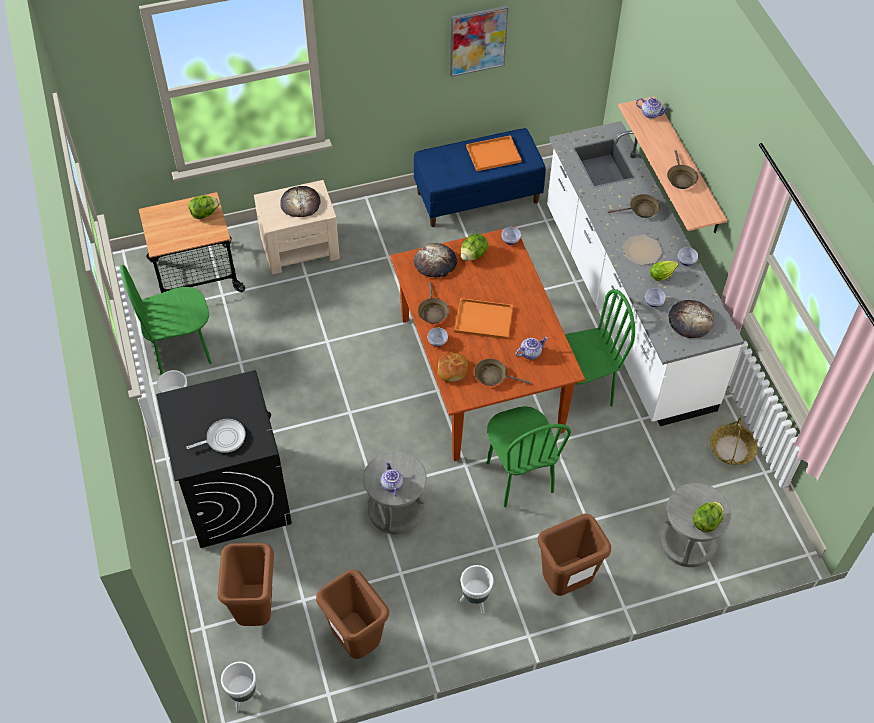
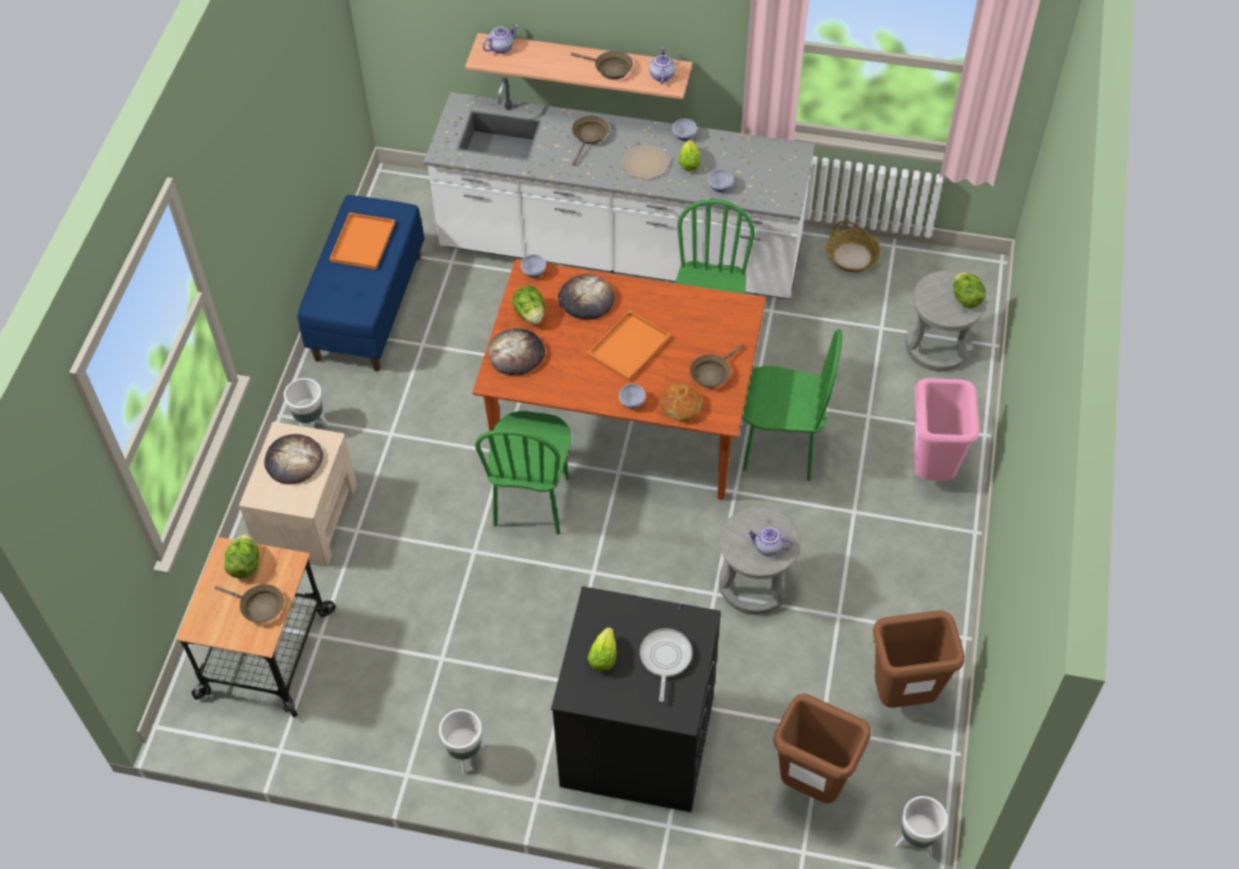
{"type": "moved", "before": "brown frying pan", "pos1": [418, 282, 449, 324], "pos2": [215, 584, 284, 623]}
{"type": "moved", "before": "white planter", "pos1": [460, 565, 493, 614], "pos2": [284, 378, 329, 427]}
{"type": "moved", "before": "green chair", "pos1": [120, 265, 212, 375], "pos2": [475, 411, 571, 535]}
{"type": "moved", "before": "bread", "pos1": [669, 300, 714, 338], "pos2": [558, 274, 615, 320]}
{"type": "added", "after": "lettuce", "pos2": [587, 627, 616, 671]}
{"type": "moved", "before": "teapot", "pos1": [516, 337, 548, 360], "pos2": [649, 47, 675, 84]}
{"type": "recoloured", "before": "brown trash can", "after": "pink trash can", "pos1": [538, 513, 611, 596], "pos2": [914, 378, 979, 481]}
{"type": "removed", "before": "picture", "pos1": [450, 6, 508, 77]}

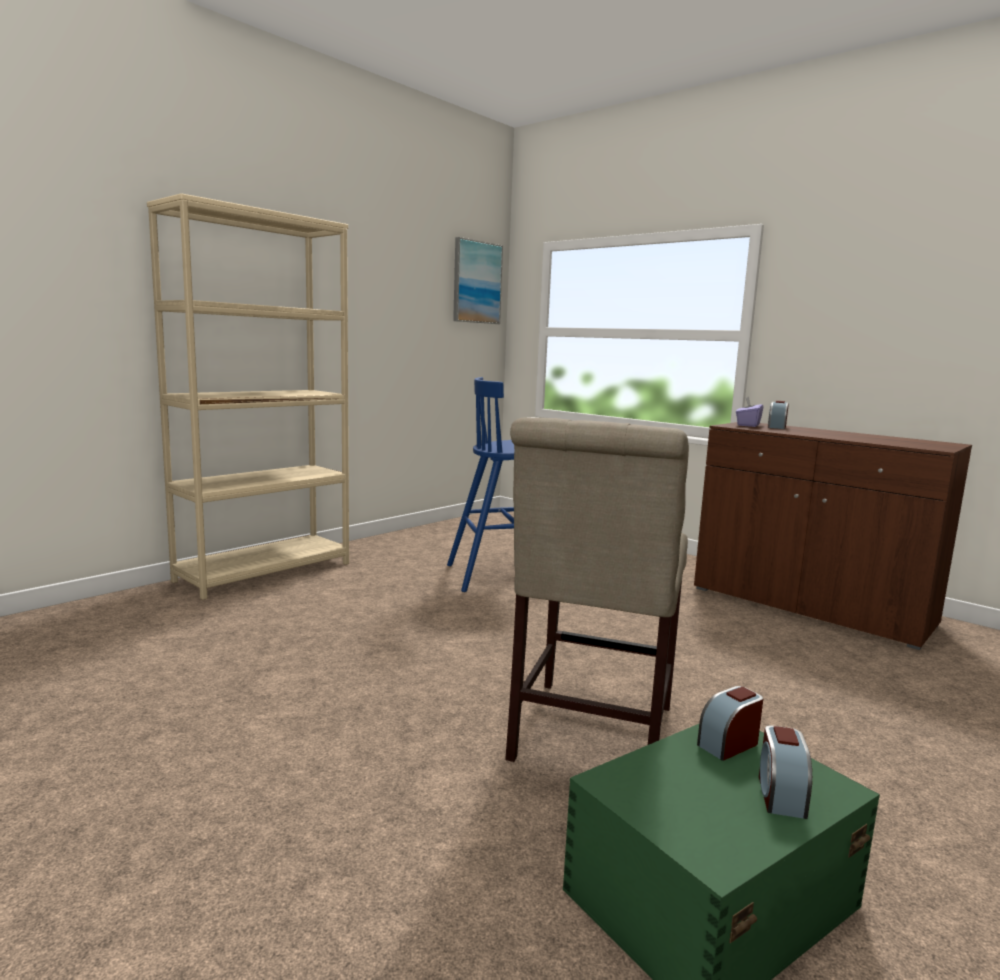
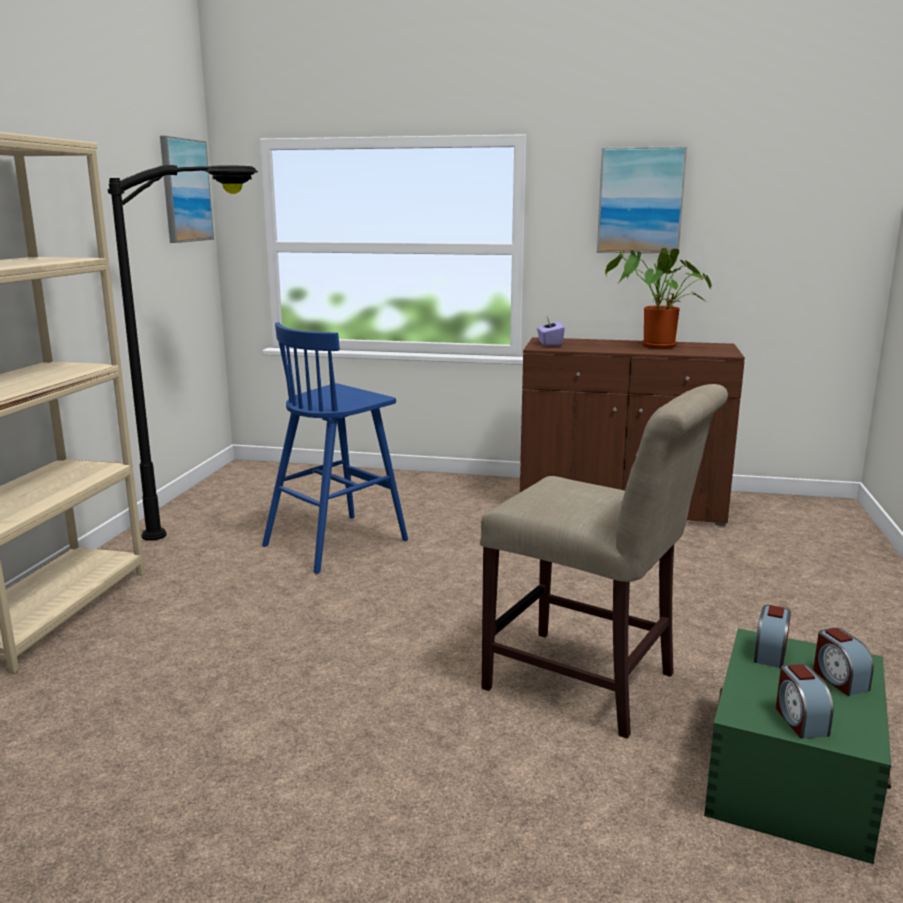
{"type": "added", "after": "black floor lamp", "pos2": [108, 165, 258, 541]}
{"type": "turned", "before": "beige chair", "pos1": [505, 417, 689, 762], "pos2": [480, 384, 728, 739], "turn": -45}
{"type": "added", "after": "picture", "pos2": [597, 146, 687, 253]}
{"type": "added", "after": "potted plant", "pos2": [605, 248, 712, 349]}
{"type": "moved", "before": "alarm clock", "pos1": [768, 401, 789, 429], "pos2": [776, 664, 834, 739]}

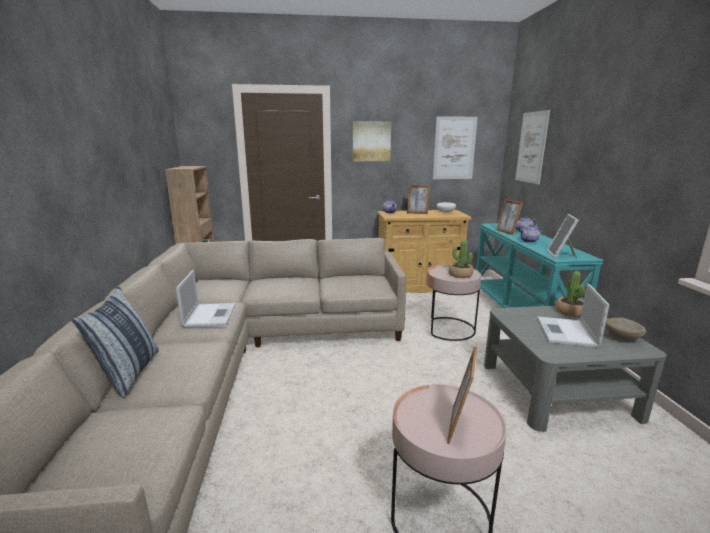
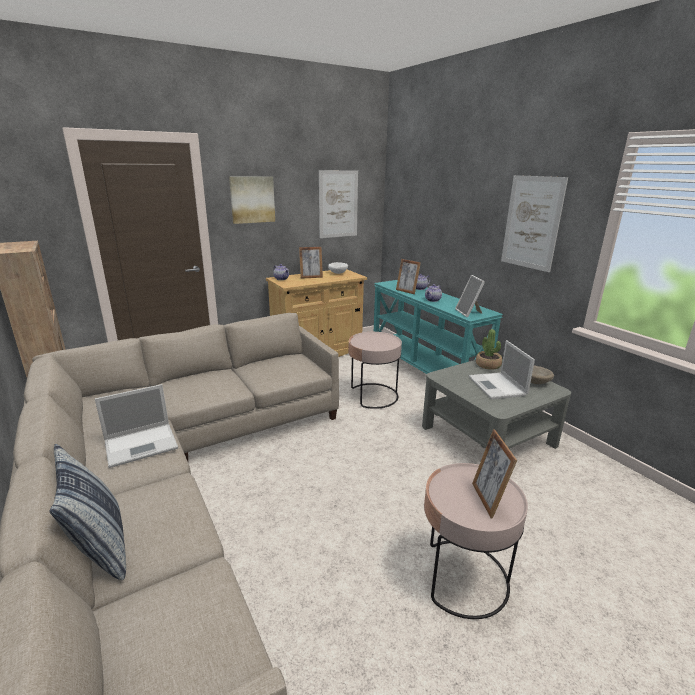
{"type": "turned", "before": "laptop", "pos1": [176, 270, 236, 328], "pos2": [95, 384, 178, 468], "turn": 90}
{"type": "moved", "before": "picture", "pos1": [515, 110, 550, 184], "pos2": [501, 175, 568, 272]}
{"type": "removed", "before": "potted plant", "pos1": [449, 240, 473, 278]}

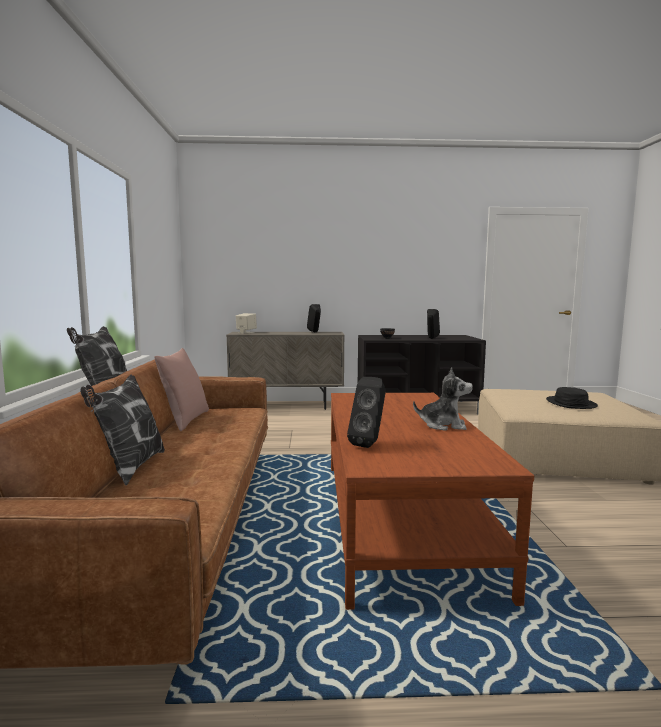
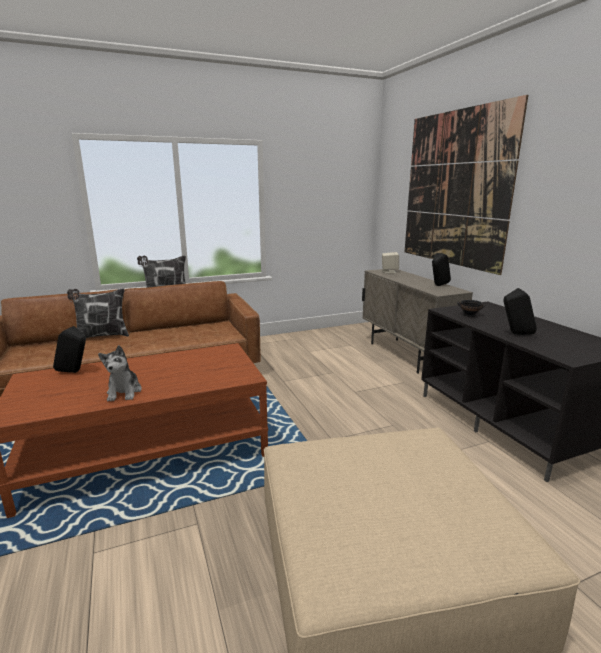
{"type": "added", "after": "picture", "pos2": [405, 95, 528, 275]}
{"type": "removed", "before": "pink pillow", "pos1": [154, 348, 209, 431]}
{"type": "removed", "before": "black hat", "pos1": [546, 387, 598, 409]}

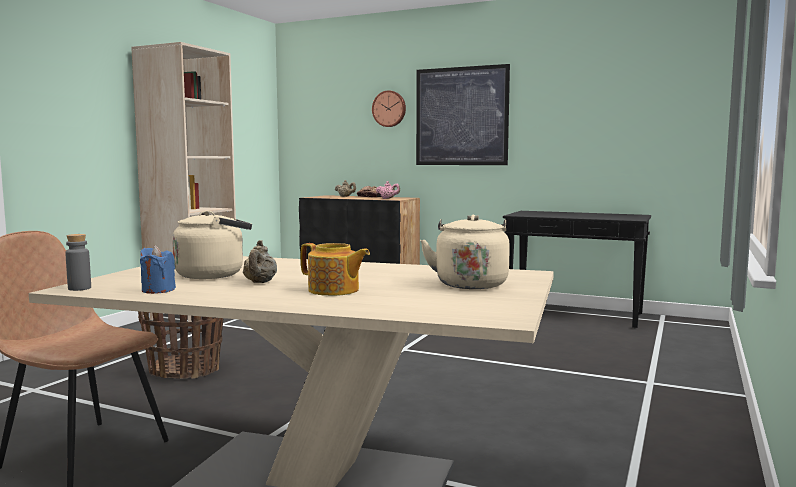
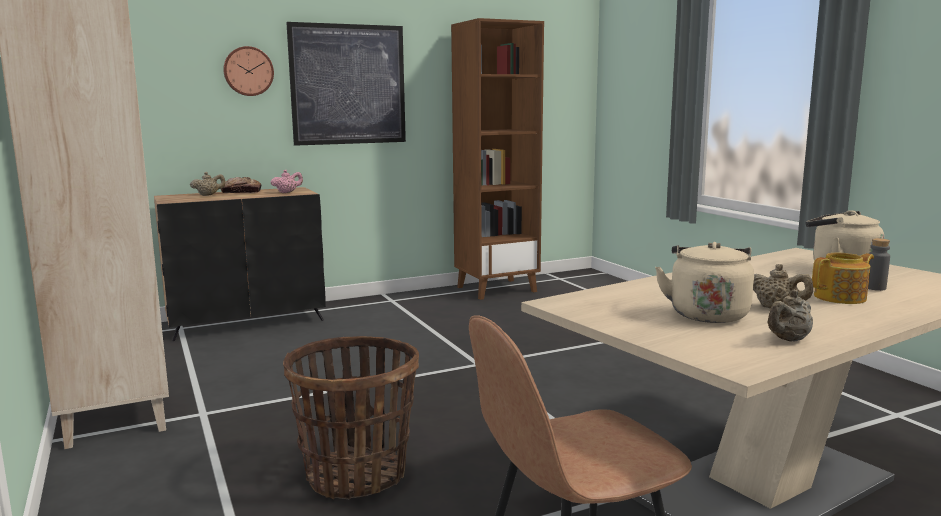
{"type": "replaced", "before": "black console table", "after": "brown bookcase", "pos1": [503, 211, 651, 328], "pos2": [451, 18, 544, 300]}
{"type": "replaced", "before": "blue candle", "after": "beige teapot", "pos1": [140, 245, 176, 294], "pos2": [768, 290, 813, 342]}
{"type": "moved", "before": "grey bottle", "pos1": [65, 234, 91, 291], "pos2": [868, 238, 890, 291]}

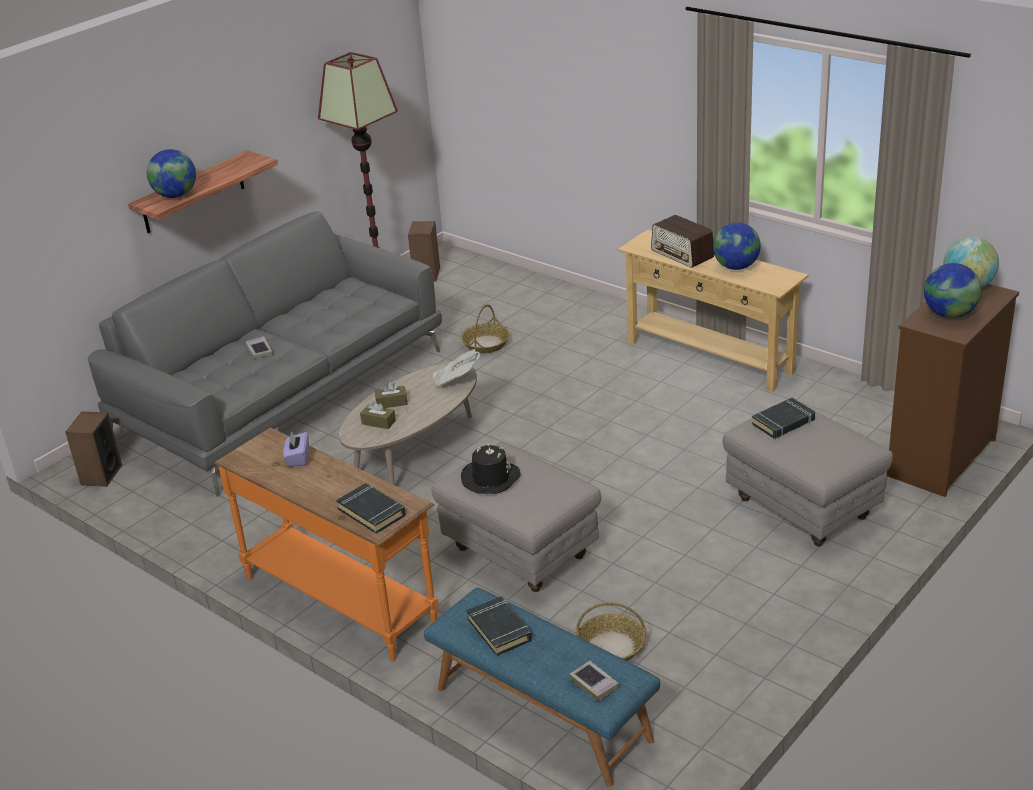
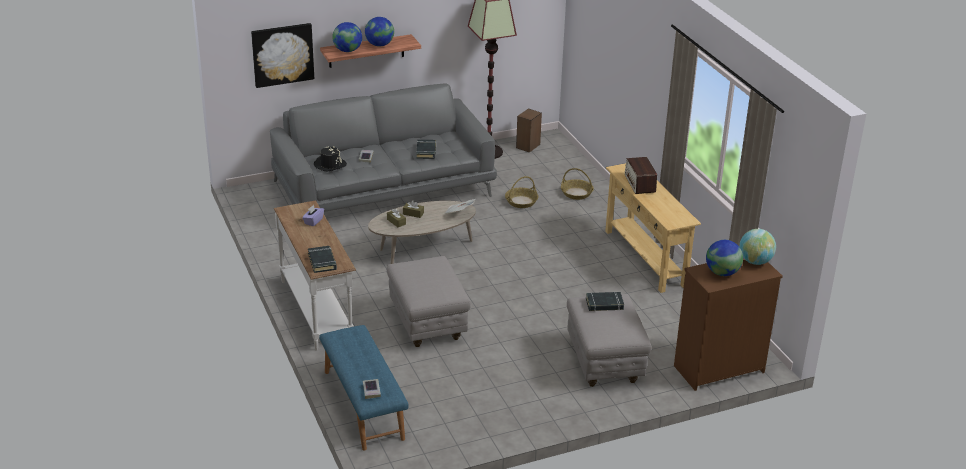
{"type": "added", "after": "picture", "pos2": [251, 23, 314, 88]}
{"type": "recoloured", "before": "orange console table", "after": "white console table", "pos1": [214, 428, 438, 661], "pos2": [274, 200, 356, 351]}
{"type": "moved", "before": "black hat", "pos1": [461, 444, 521, 494], "pos2": [314, 146, 347, 171]}
{"type": "moved", "before": "globe", "pos1": [713, 223, 761, 270], "pos2": [365, 17, 394, 47]}
{"type": "moved", "before": "black book", "pos1": [467, 597, 532, 656], "pos2": [416, 140, 436, 159]}
{"type": "moved", "before": "basket", "pos1": [576, 602, 645, 661], "pos2": [561, 168, 594, 200]}
{"type": "removed", "before": "speaker", "pos1": [65, 411, 122, 487]}

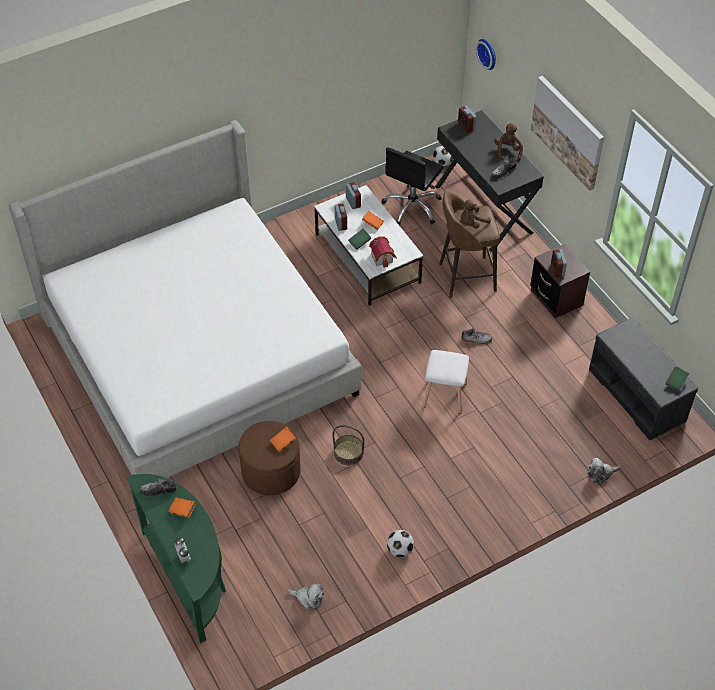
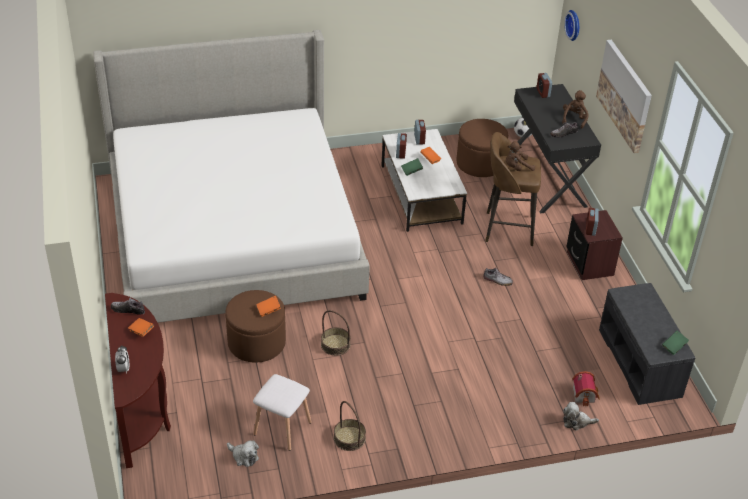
{"type": "recoloured", "before": "green console table", "after": "brown console table", "pos1": [127, 474, 226, 643], "pos2": [105, 293, 171, 468]}
{"type": "moved", "before": "white stool", "pos1": [423, 350, 469, 414], "pos2": [253, 374, 312, 451]}
{"type": "replaced", "before": "football", "after": "basket", "pos1": [387, 530, 414, 558], "pos2": [334, 401, 366, 451]}
{"type": "replaced", "before": "black office chair", "after": "brown ottoman", "pos1": [382, 147, 444, 226], "pos2": [456, 119, 508, 177]}
{"type": "moved", "before": "toy house", "pos1": [369, 236, 397, 267], "pos2": [572, 371, 600, 406]}

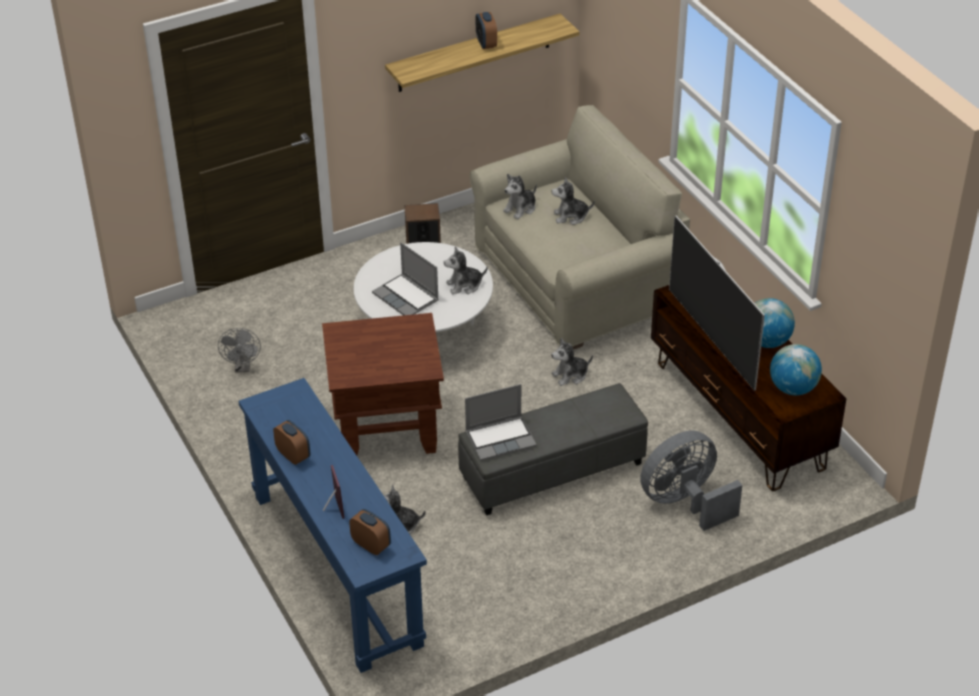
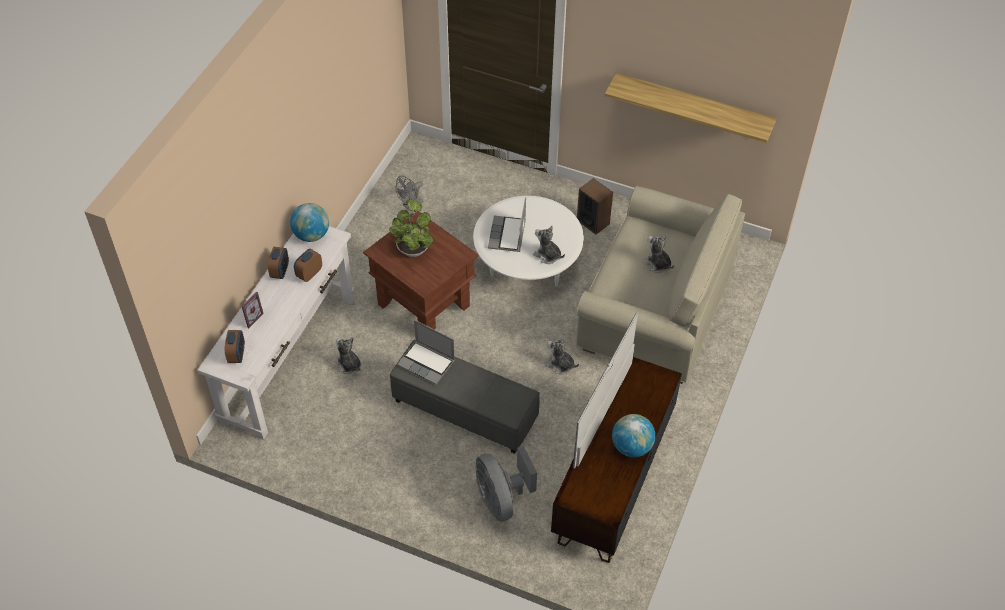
{"type": "recoloured", "before": "blue console table", "after": "white console table", "pos1": [238, 378, 427, 673], "pos2": [197, 226, 355, 440]}
{"type": "moved", "before": "globe", "pos1": [770, 344, 822, 395], "pos2": [290, 203, 329, 242]}
{"type": "moved", "before": "alarm clock", "pos1": [476, 12, 497, 49], "pos2": [294, 249, 322, 282]}
{"type": "added", "after": "potted plant", "pos2": [389, 199, 433, 257]}
{"type": "turned", "before": "grey fan", "pos1": [640, 431, 742, 531], "pos2": [476, 446, 537, 522], "turn": -135}
{"type": "removed", "before": "plush toy", "pos1": [503, 174, 537, 219]}

